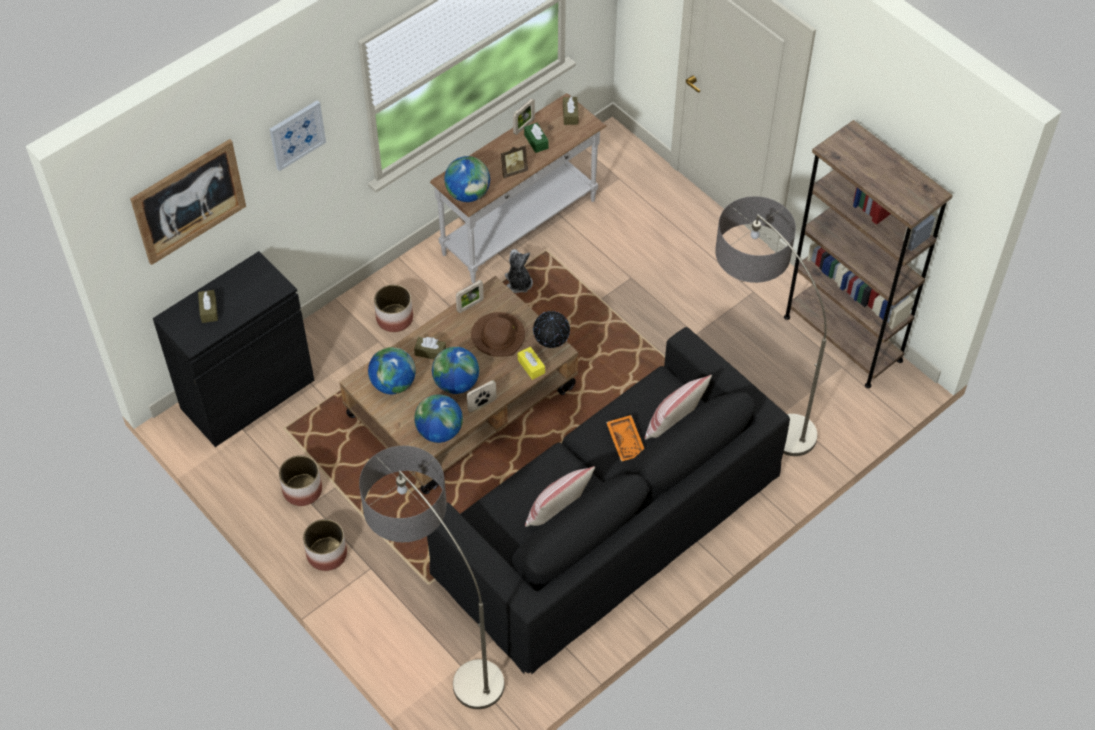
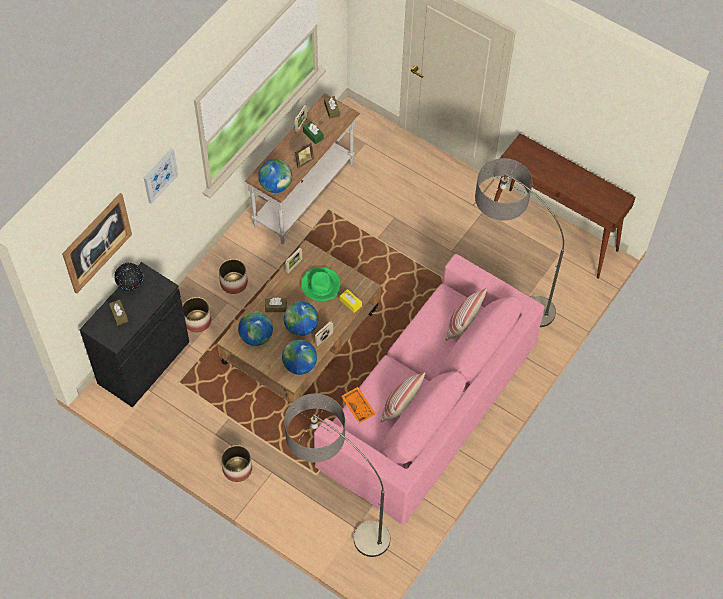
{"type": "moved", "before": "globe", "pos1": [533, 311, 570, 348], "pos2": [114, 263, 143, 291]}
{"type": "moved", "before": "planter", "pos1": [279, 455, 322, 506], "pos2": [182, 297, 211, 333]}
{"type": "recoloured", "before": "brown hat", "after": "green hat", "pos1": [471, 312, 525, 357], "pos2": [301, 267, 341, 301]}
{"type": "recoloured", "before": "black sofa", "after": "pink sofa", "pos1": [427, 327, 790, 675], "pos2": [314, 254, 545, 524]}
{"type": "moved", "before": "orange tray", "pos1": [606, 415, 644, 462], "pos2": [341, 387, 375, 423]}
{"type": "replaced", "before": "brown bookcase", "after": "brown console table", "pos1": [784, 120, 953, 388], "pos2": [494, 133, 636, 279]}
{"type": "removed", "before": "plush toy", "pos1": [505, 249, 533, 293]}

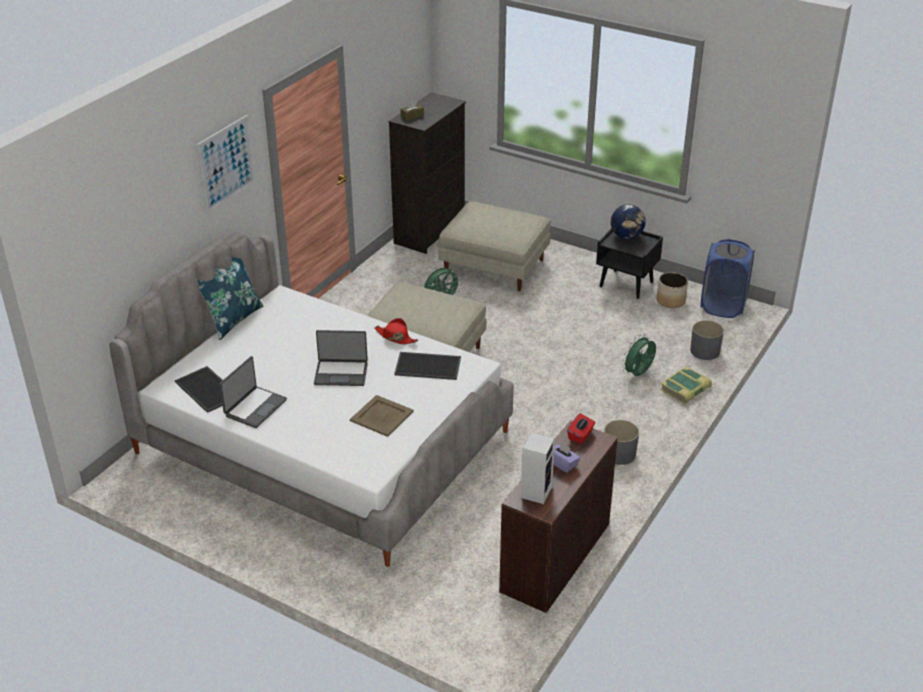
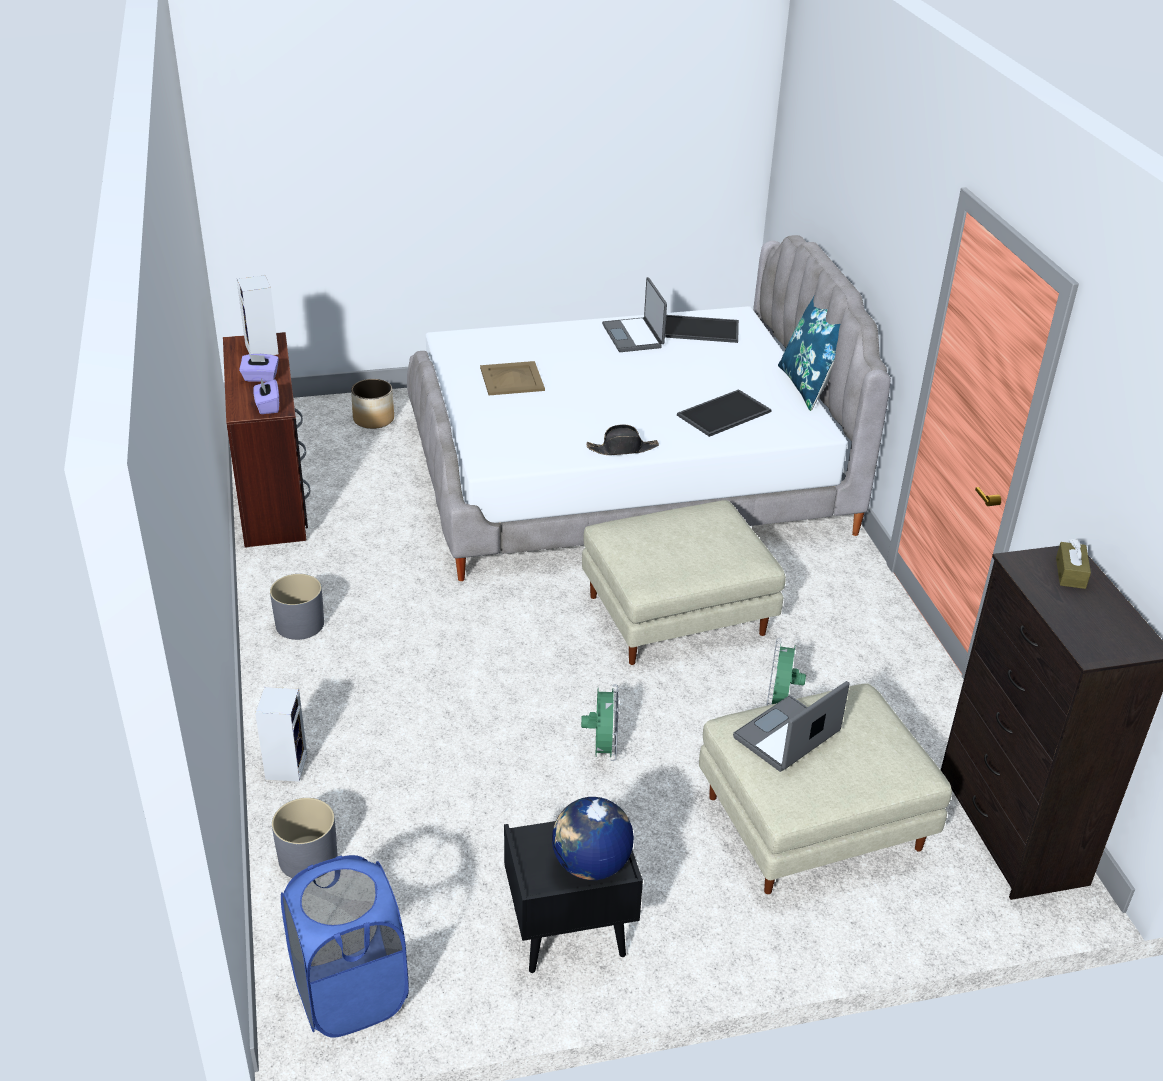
{"type": "recoloured", "before": "red tissue box", "after": "purple tissue box", "pos1": [567, 413, 595, 444], "pos2": [253, 378, 279, 414]}
{"type": "replaced", "before": "book", "after": "speaker", "pos1": [660, 366, 712, 404], "pos2": [255, 687, 307, 782]}
{"type": "moved", "before": "planter", "pos1": [657, 272, 688, 308], "pos2": [351, 379, 394, 429]}
{"type": "moved", "before": "green fan", "pos1": [622, 334, 656, 376], "pos2": [581, 684, 619, 761]}
{"type": "recoloured", "before": "red hat", "after": "black hat", "pos1": [375, 318, 418, 344], "pos2": [586, 424, 659, 455]}
{"type": "moved", "before": "tray", "pos1": [394, 352, 461, 380], "pos2": [677, 389, 772, 437]}
{"type": "moved", "before": "laptop", "pos1": [314, 330, 368, 386], "pos2": [733, 681, 849, 772]}
{"type": "removed", "before": "picture", "pos1": [196, 115, 255, 213]}

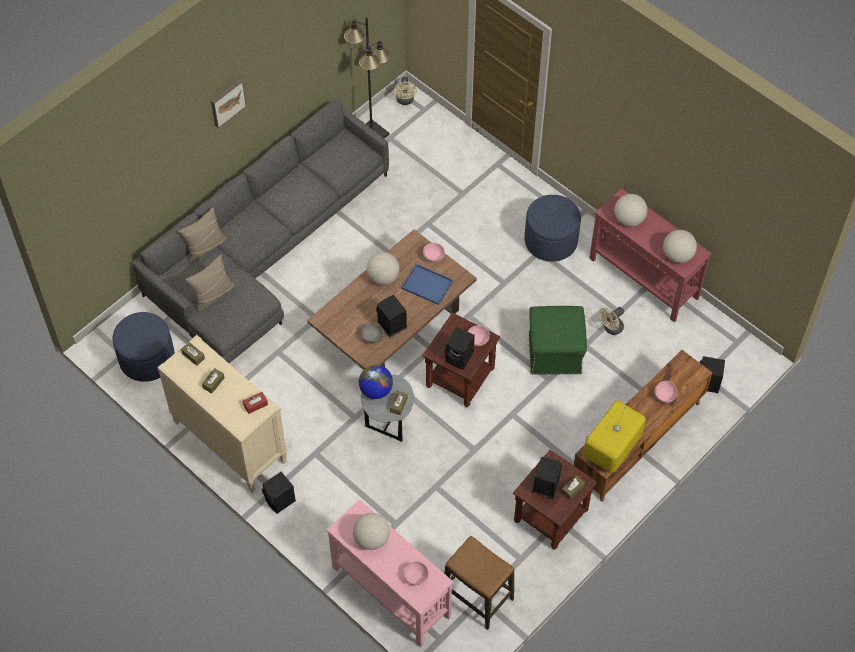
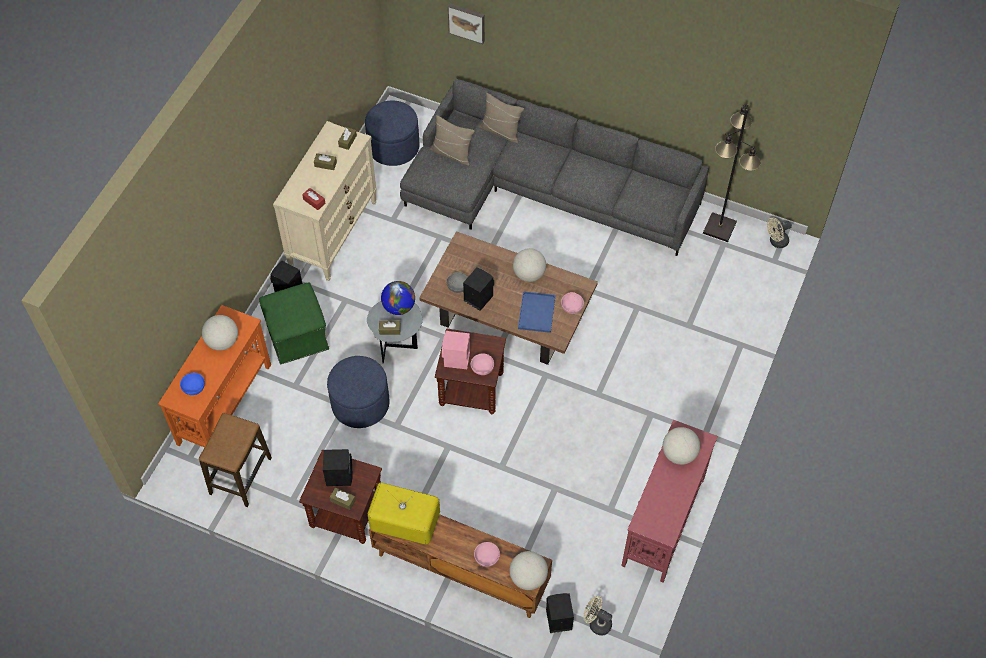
{"type": "recoloured", "before": "pink console table", "after": "orange console table", "pos1": [327, 499, 454, 647], "pos2": [158, 305, 271, 448]}
{"type": "recoloured", "before": "pink bowl", "after": "blue bowl", "pos1": [403, 561, 429, 585], "pos2": [180, 373, 205, 395]}
{"type": "moved", "before": "green ottoman", "pos1": [529, 306, 587, 375], "pos2": [259, 282, 329, 364]}
{"type": "moved", "before": "blue ottoman", "pos1": [524, 195, 581, 262], "pos2": [327, 356, 389, 428]}
{"type": "recoloured", "before": "black speaker", "after": "pink speaker", "pos1": [445, 327, 475, 369], "pos2": [442, 331, 470, 369]}
{"type": "moved", "before": "picture", "pos1": [211, 79, 247, 128], "pos2": [448, 4, 485, 44]}
{"type": "moved", "before": "globe", "pos1": [663, 230, 697, 263], "pos2": [509, 551, 548, 590]}
{"type": "moved", "before": "beige fan", "pos1": [599, 307, 624, 335], "pos2": [584, 596, 612, 636]}

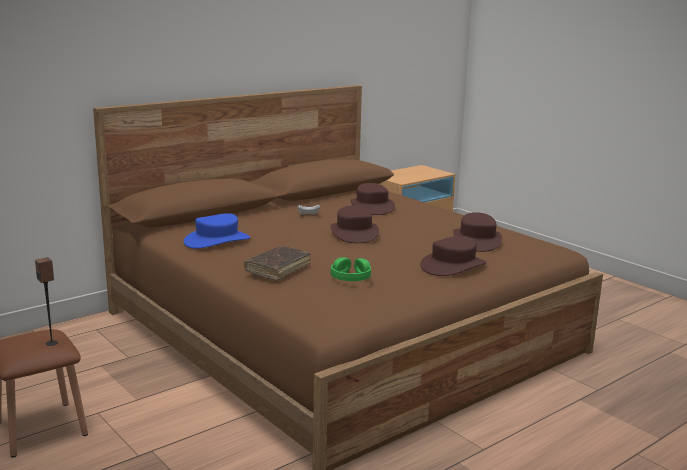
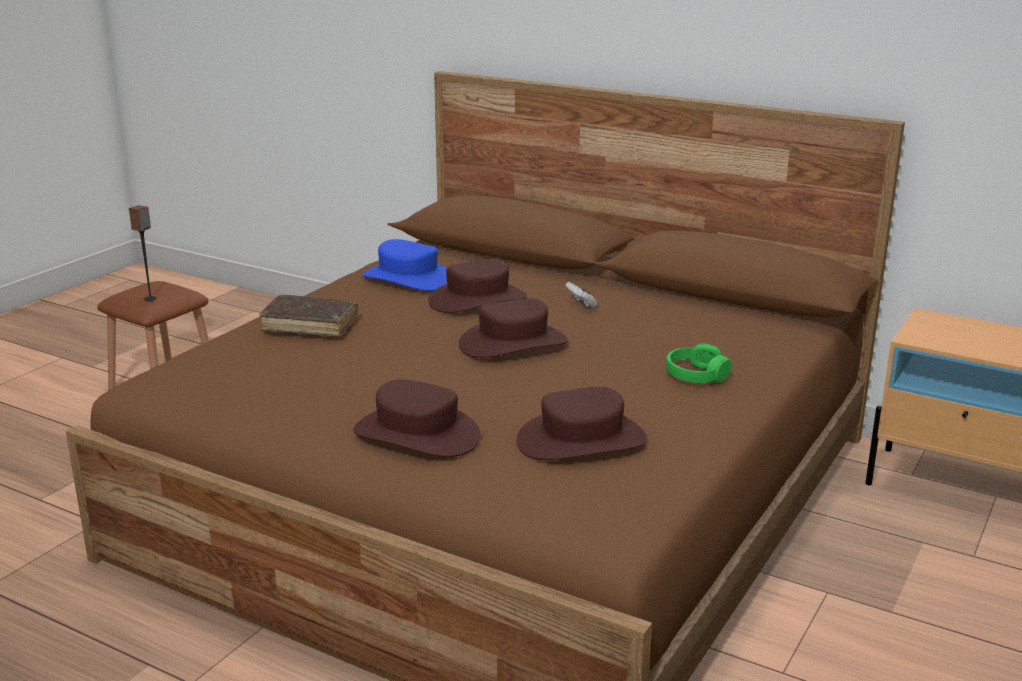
{"type": "moved", "before": "brown hat", "pos1": [350, 183, 395, 215], "pos2": [428, 259, 527, 313]}
{"type": "moved", "before": "green headphones", "pos1": [330, 257, 371, 281], "pos2": [666, 344, 732, 384]}

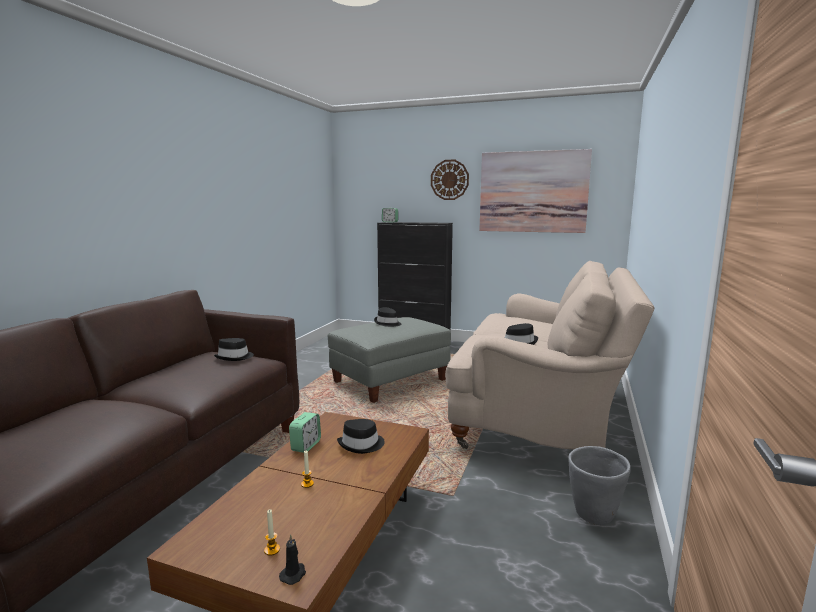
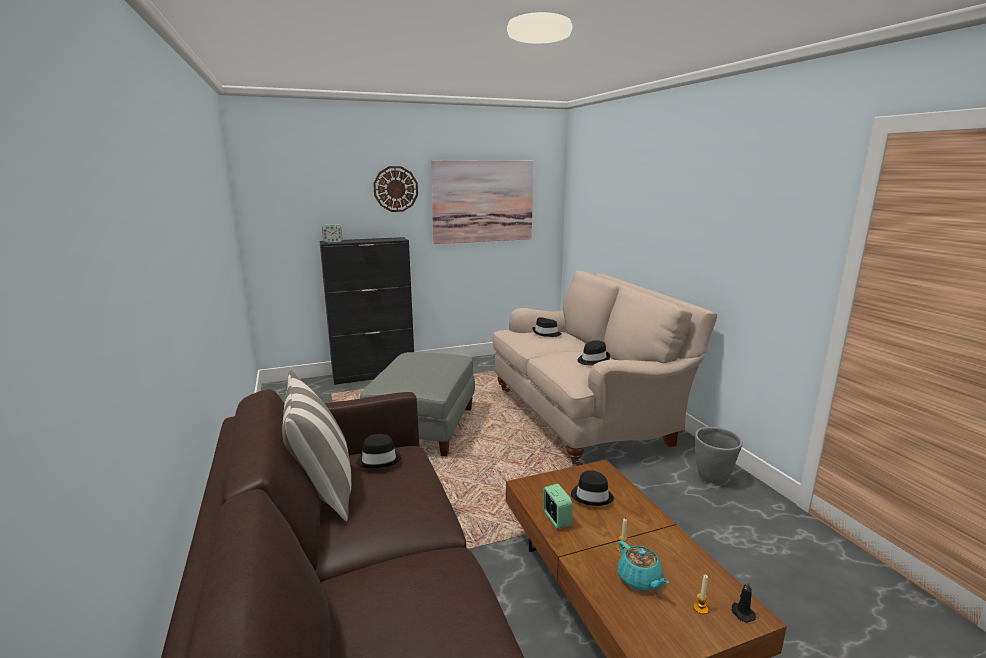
{"type": "added", "after": "pillow", "pos2": [282, 370, 351, 521]}
{"type": "moved", "before": "black hat", "pos1": [374, 307, 401, 327], "pos2": [532, 317, 562, 337]}
{"type": "added", "after": "turquoise teapot", "pos2": [618, 541, 669, 591]}

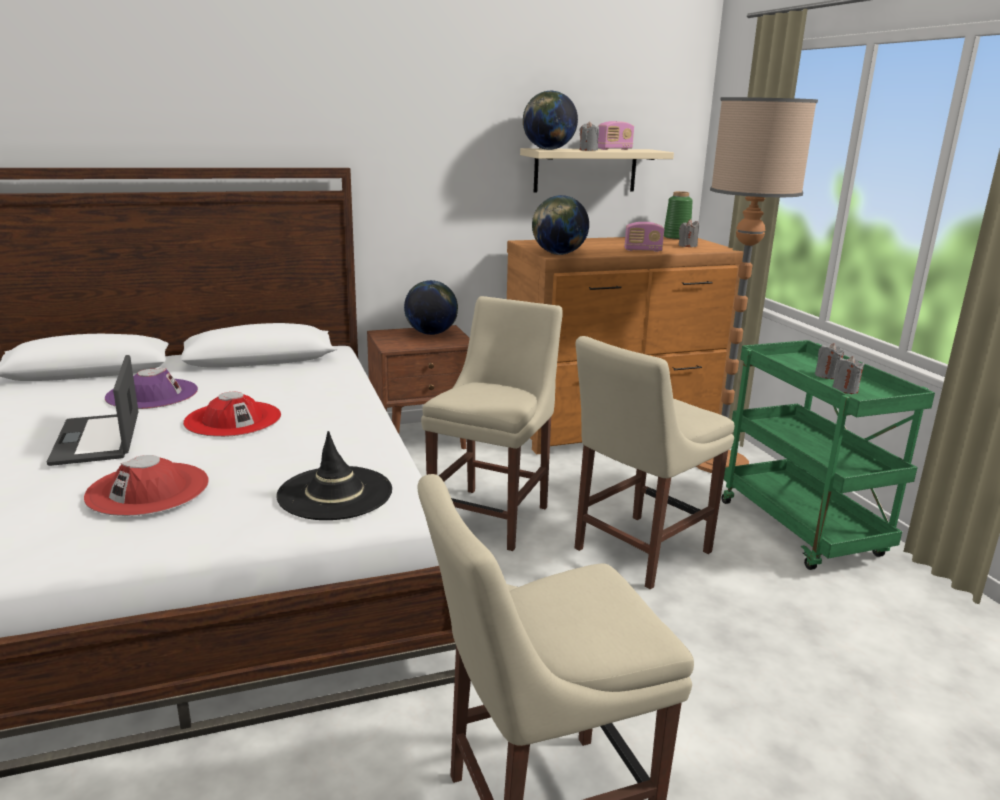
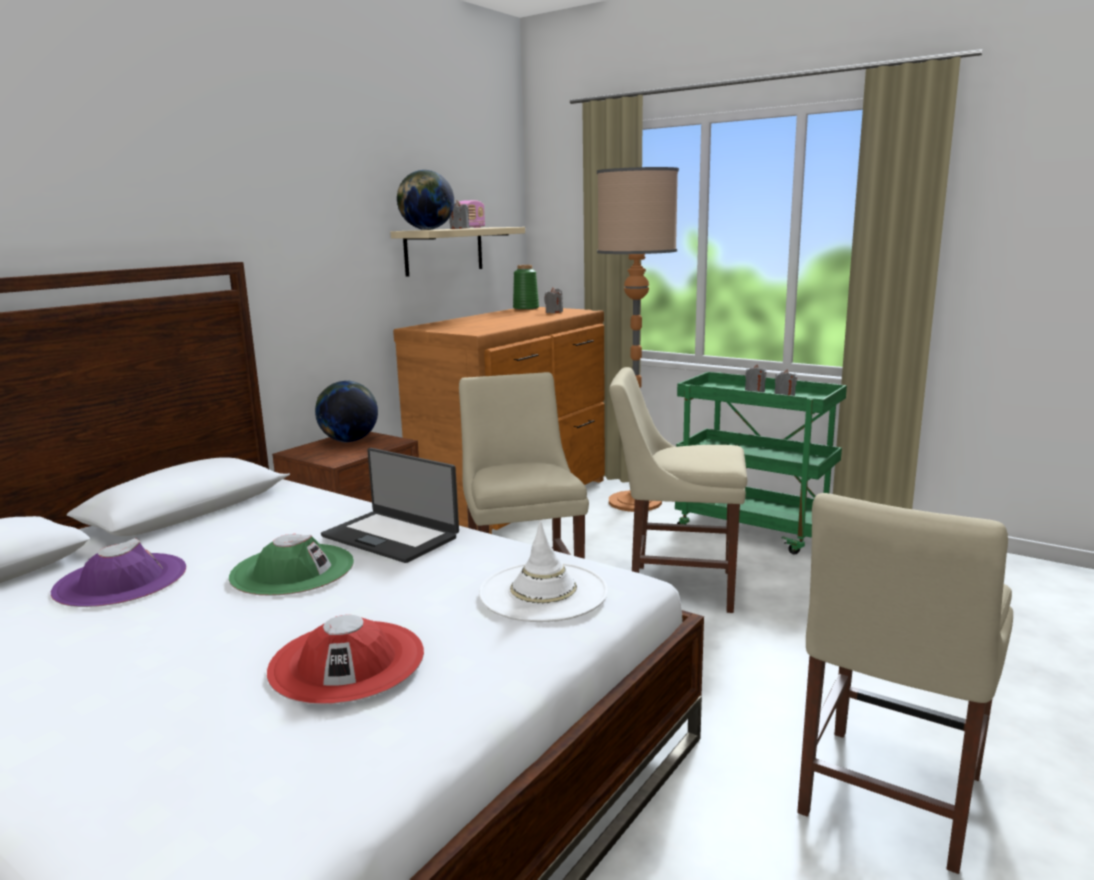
{"type": "recoloured", "before": "red hat", "after": "green hat", "pos1": [183, 392, 281, 437], "pos2": [229, 534, 354, 596]}
{"type": "moved", "before": "laptop", "pos1": [47, 355, 139, 466], "pos2": [321, 448, 459, 563]}
{"type": "recoloured", "before": "black hat", "after": "white hat", "pos1": [276, 431, 392, 520], "pos2": [479, 520, 608, 622]}
{"type": "turned", "before": "beige chair", "pos1": [575, 336, 734, 589], "pos2": [609, 367, 747, 613], "turn": 90}
{"type": "removed", "before": "globe", "pos1": [532, 195, 589, 255]}
{"type": "removed", "before": "radio", "pos1": [625, 222, 664, 252]}

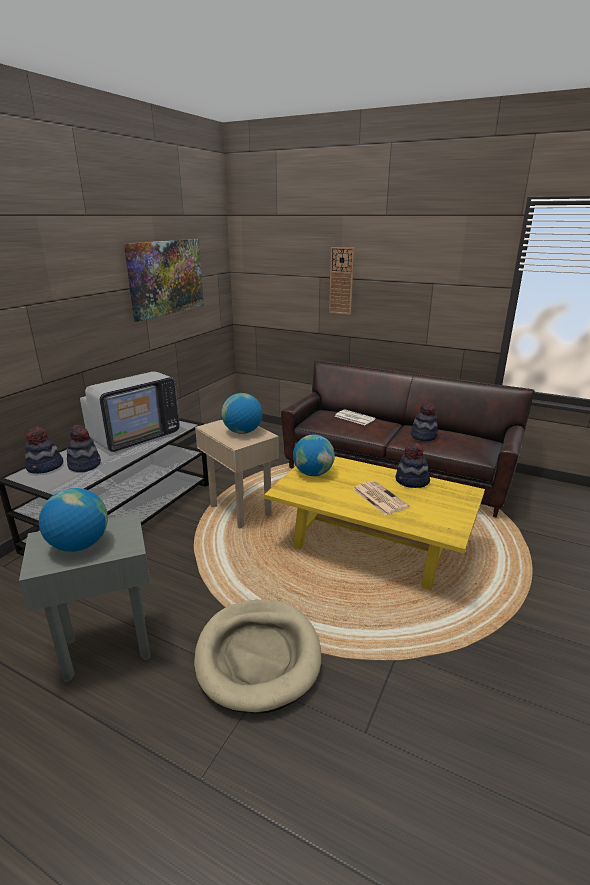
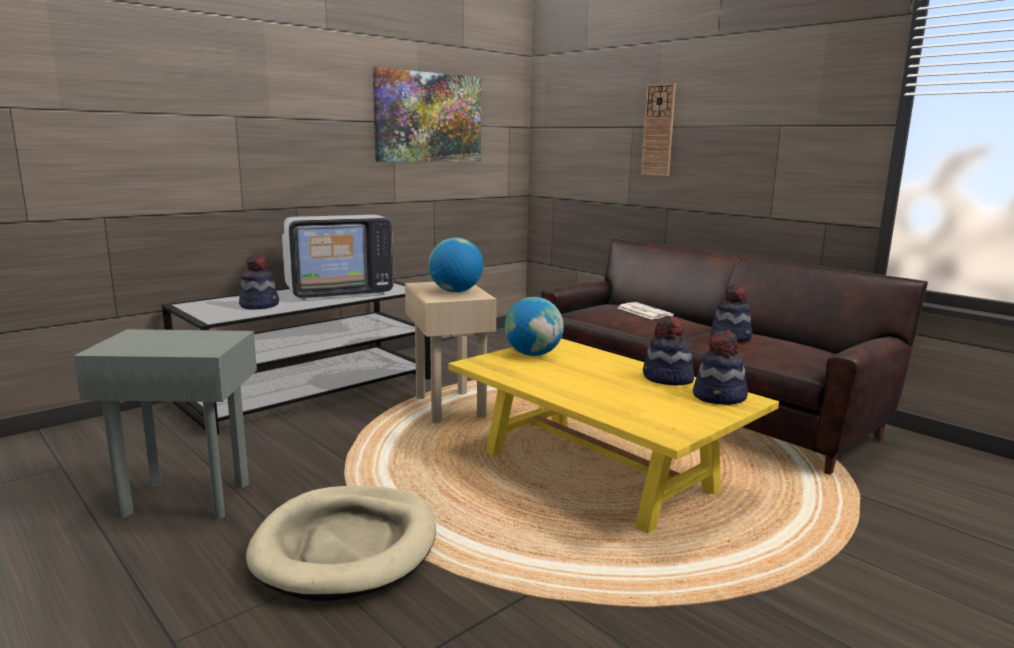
{"type": "moved", "before": "hat", "pos1": [25, 426, 63, 474], "pos2": [693, 330, 748, 405]}
{"type": "removed", "before": "globe", "pos1": [39, 488, 108, 552]}
{"type": "removed", "before": "newspaper", "pos1": [352, 481, 410, 515]}

